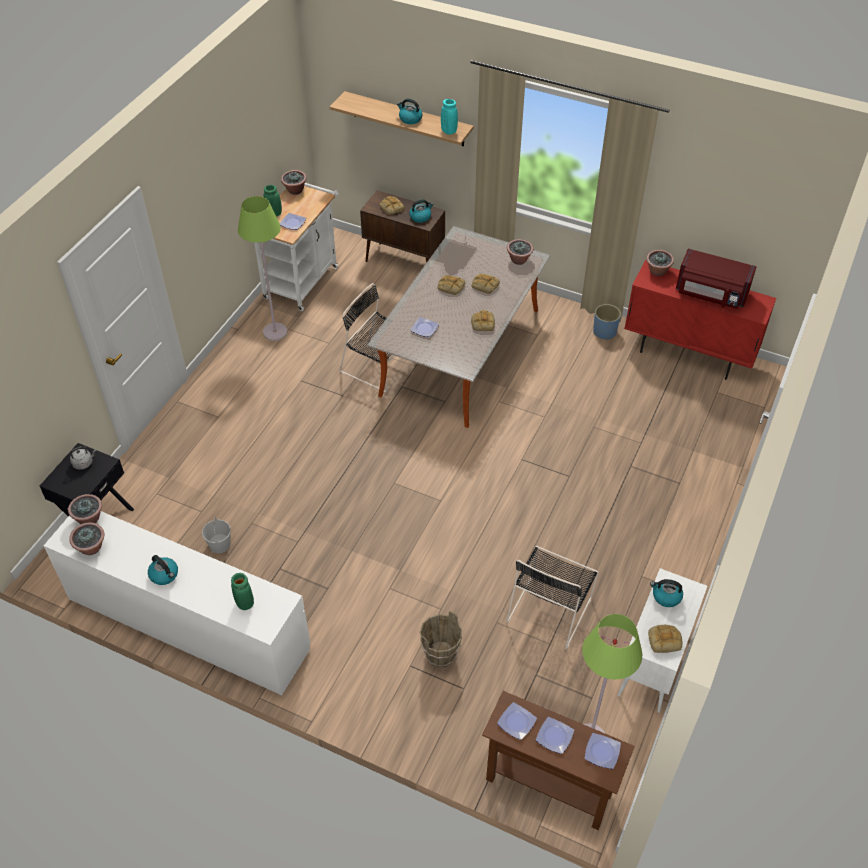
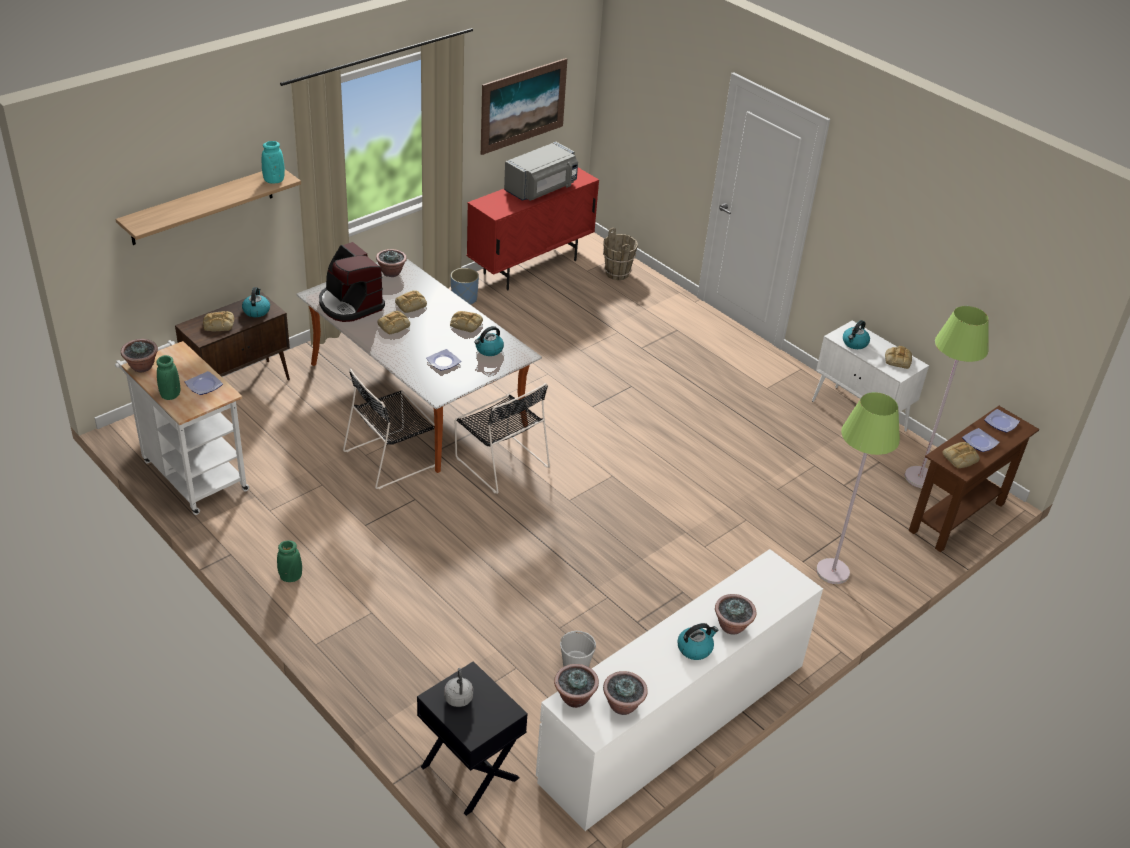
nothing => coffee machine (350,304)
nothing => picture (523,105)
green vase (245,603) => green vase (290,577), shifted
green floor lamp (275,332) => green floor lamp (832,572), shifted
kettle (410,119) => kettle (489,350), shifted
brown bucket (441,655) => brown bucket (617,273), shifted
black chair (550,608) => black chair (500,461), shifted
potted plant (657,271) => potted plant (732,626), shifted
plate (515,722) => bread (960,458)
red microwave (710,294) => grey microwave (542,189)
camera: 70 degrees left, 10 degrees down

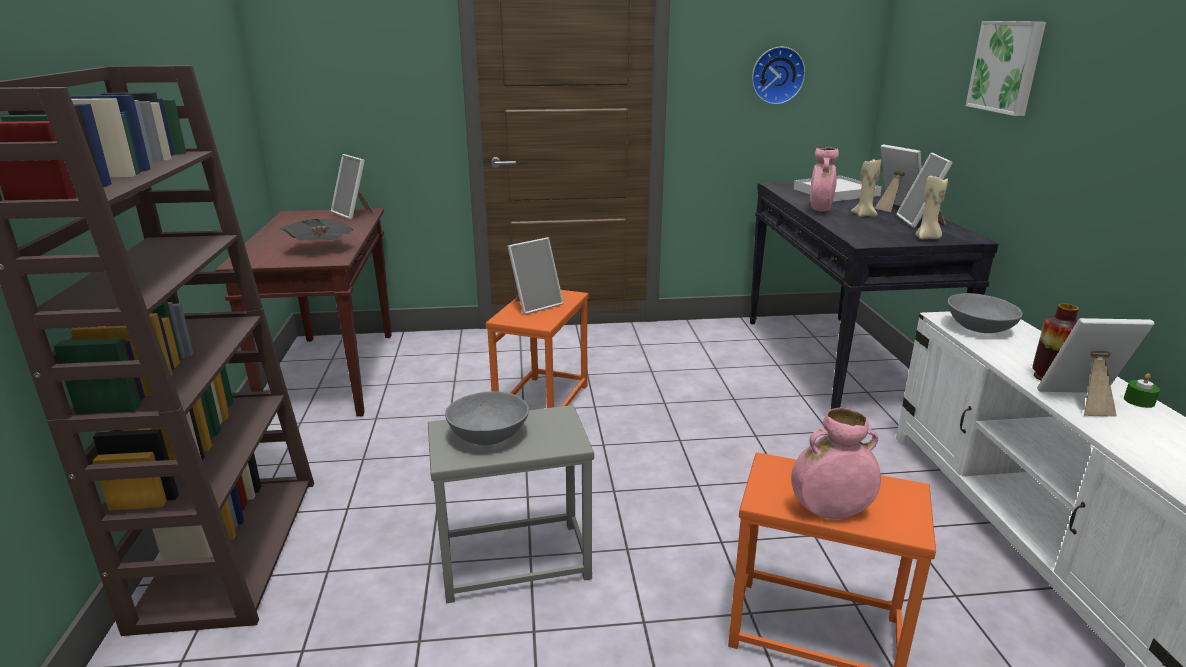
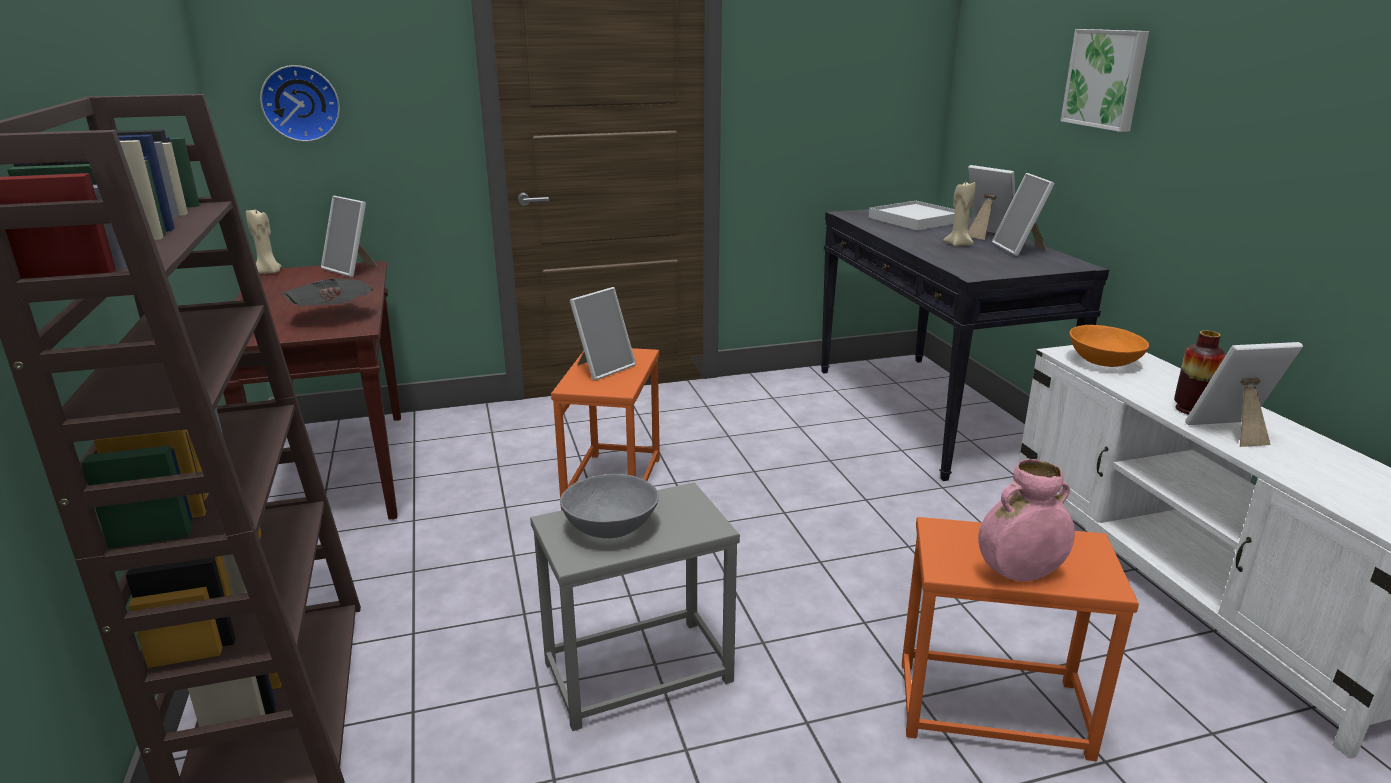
pink vase (820,210) => nothing
green candle (1139,401) => nothing
wall clock (776,75) => wall clock (301,103), shifted
beige candle (927,238) => beige candle (269,272), shifted
grey bowl (978,328) => orange bowl (1102,362)
camera: 10 degrees left, 0 degrees up

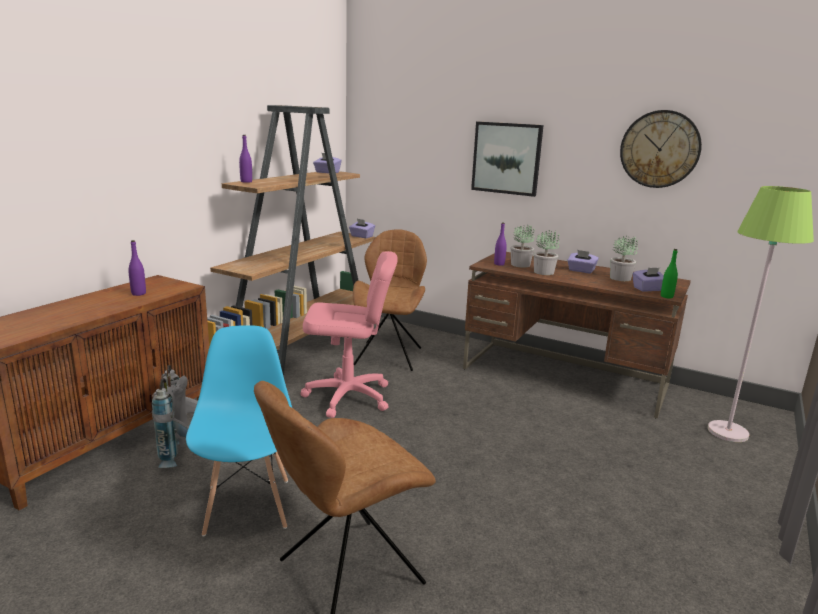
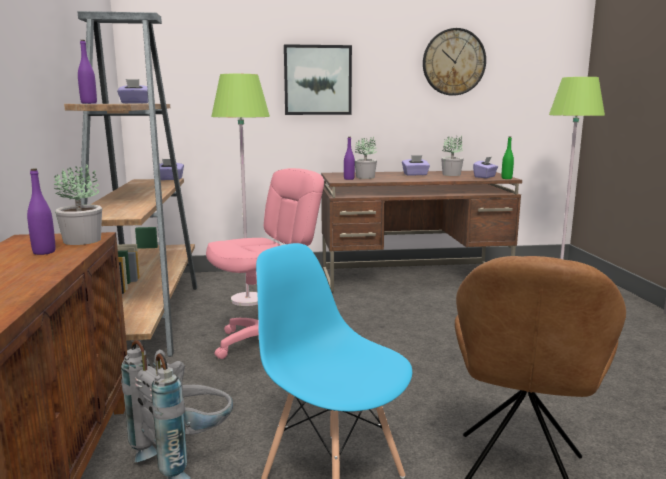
potted plant (544,272) => potted plant (83,240), shifted
brown chair (389,355) => green floor lamp (248,300)
camera: 35 degrees left, 5 degrees down

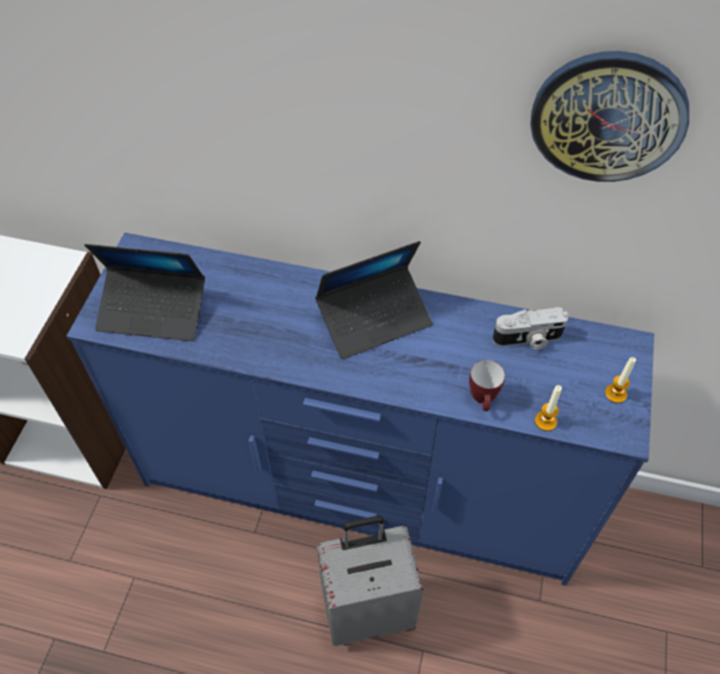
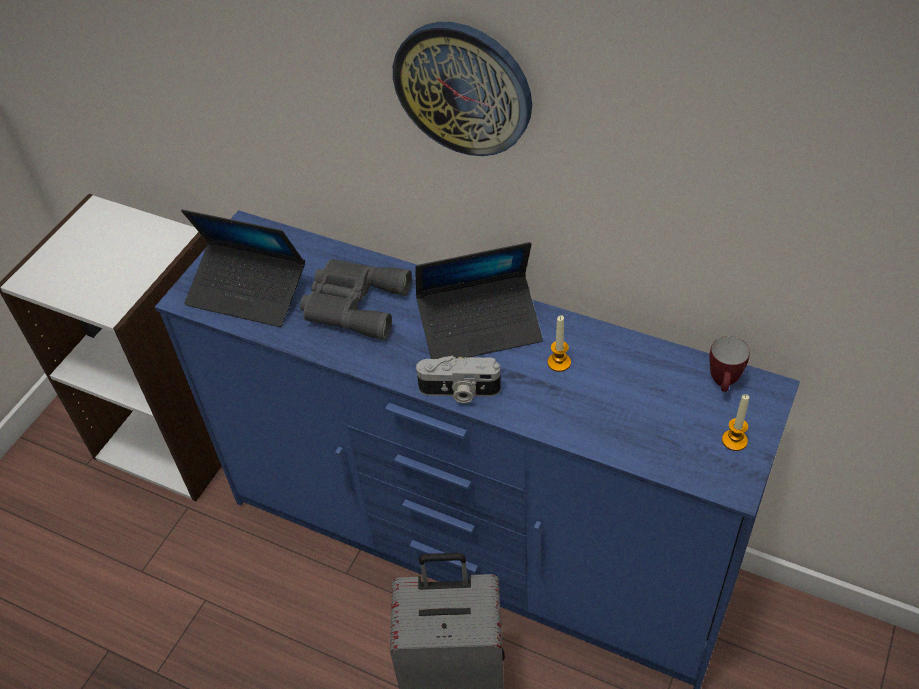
nothing => grey binoculars (353,303)
mug (483,401) => mug (724,384), shifted
photo camera (528,339) => photo camera (459,391), shifted
wall clock (608,117) => wall clock (463,88), shifted
candle (545,421) => candle (559,362), shifted
camera: 15 degrees right, 5 degrees down

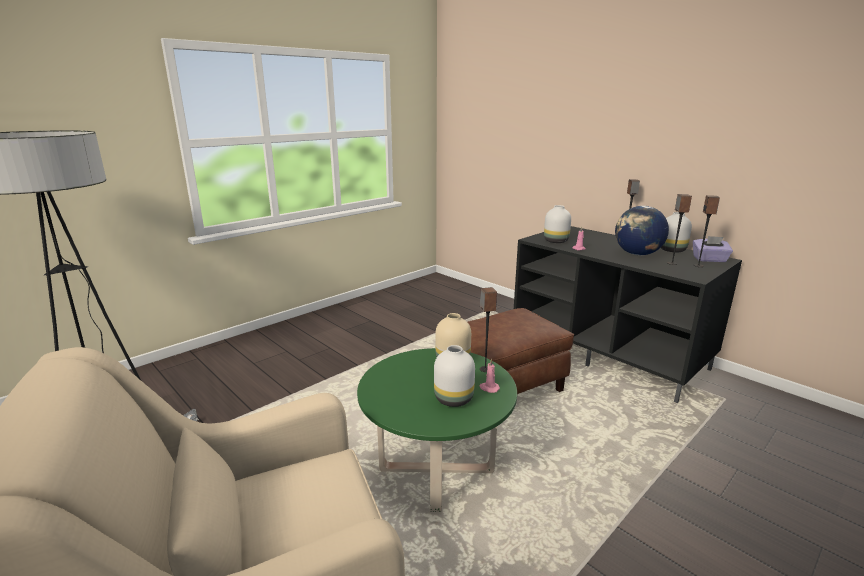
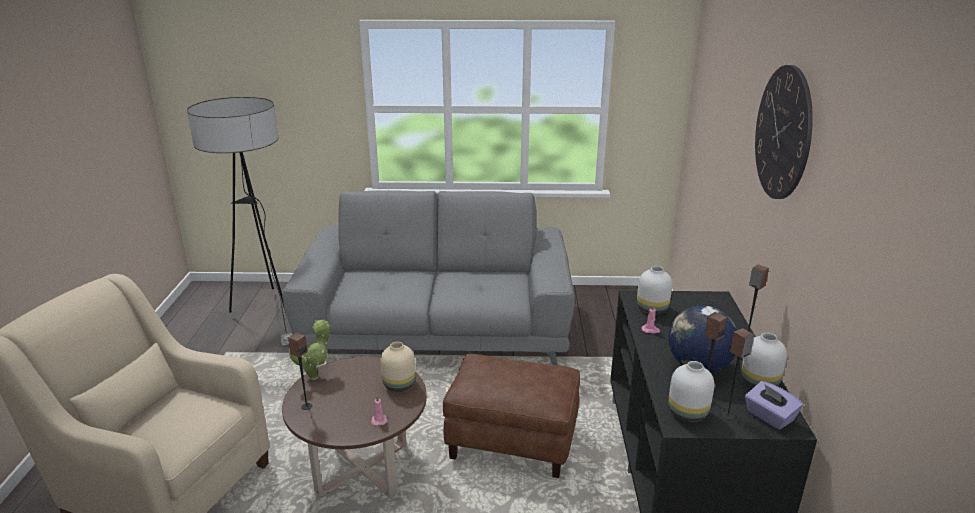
nothing => grey sofa (437,328)
nothing => potted plant (316,376)
nothing => wall clock (783,133)
white vase (454,399) => white vase (687,414), shifted
speaker (485,369) => speaker (306,406), shifted
green coffee table (436,470) => brown coffee table (362,469)
camera: 45 degrees right, 5 degrees up

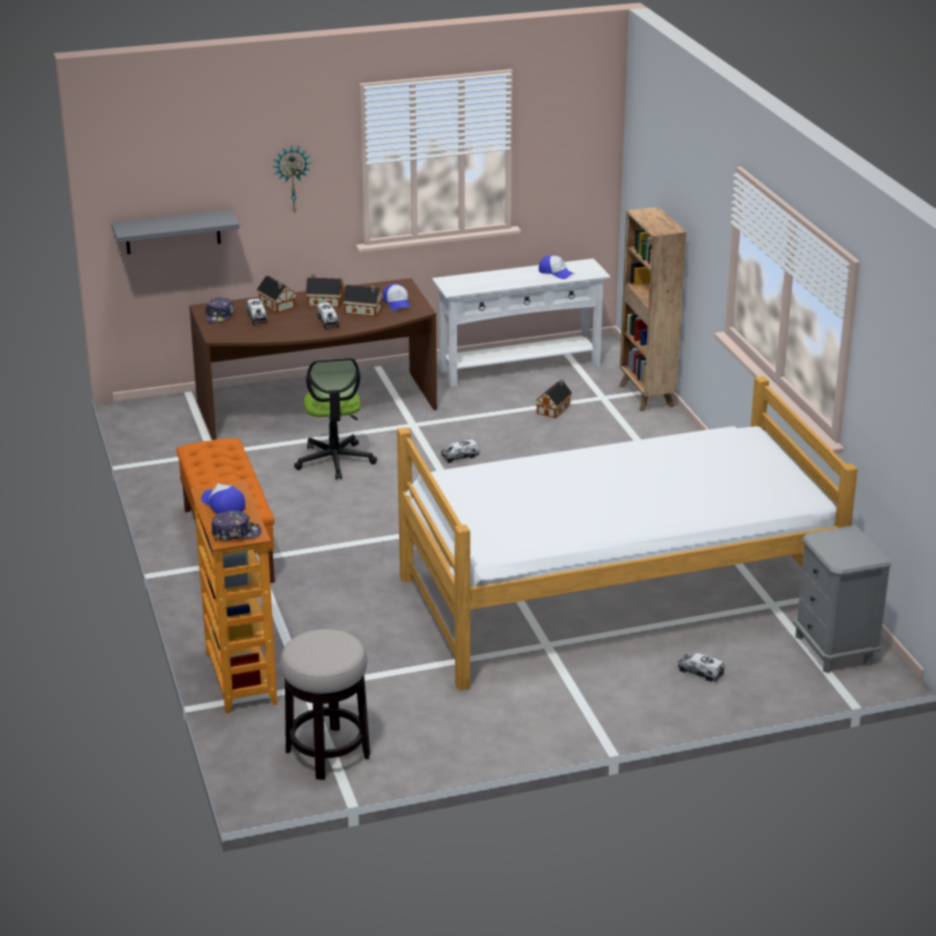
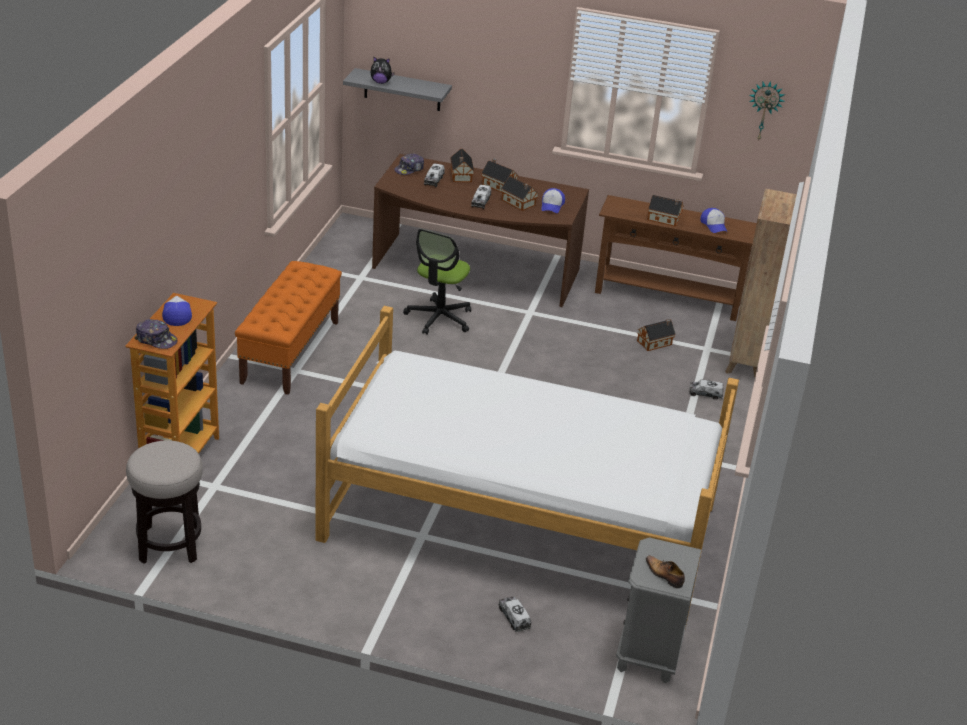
nothing => plush toy (381,82)
nothing => shoe (664,575)
nothing => toy house (665,219)
wall clock (292,178) => wall clock (764,110), shifted
toy truck (460,457) => toy truck (705,394), shifted
white console table (519,367) => brown console table (667,297)
camera: 30 degrees right, 5 degrees up

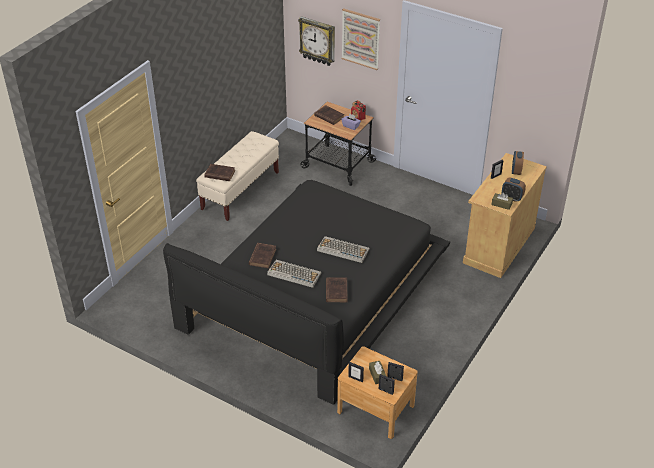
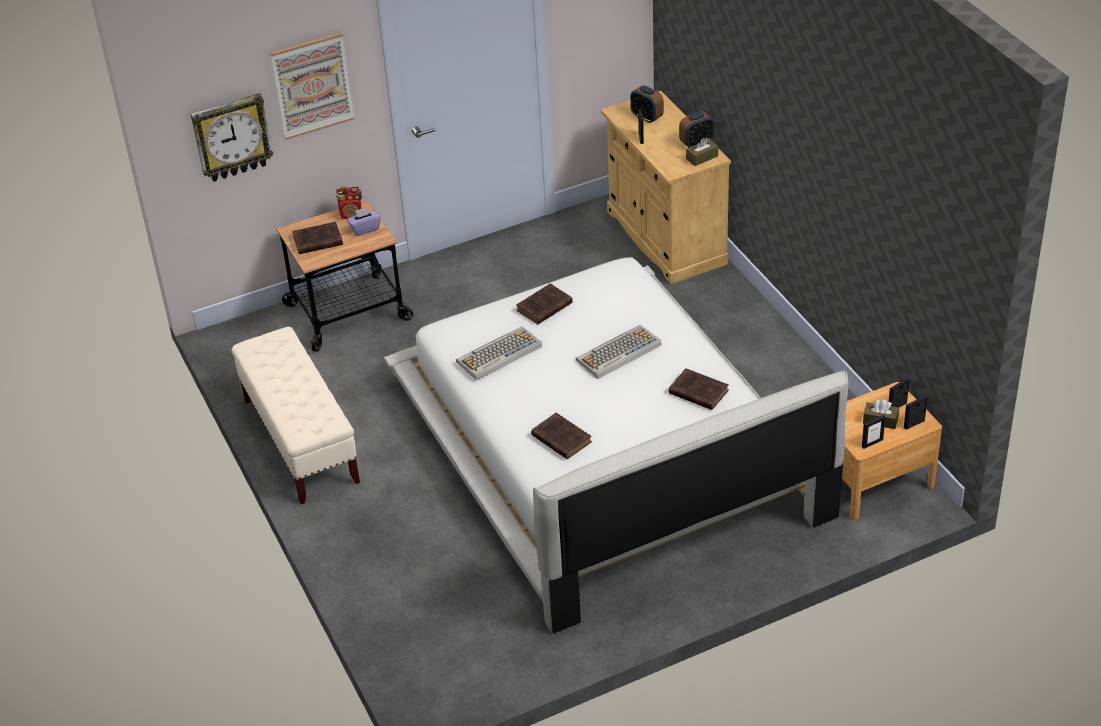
brown book (219,174) => brown book (543,307), shifted
keyboard (293,274) => keyboard (498,354), shifted
black bed (315,292) => white bed (605,449)
camera: 55 degrees left, 0 degrees up

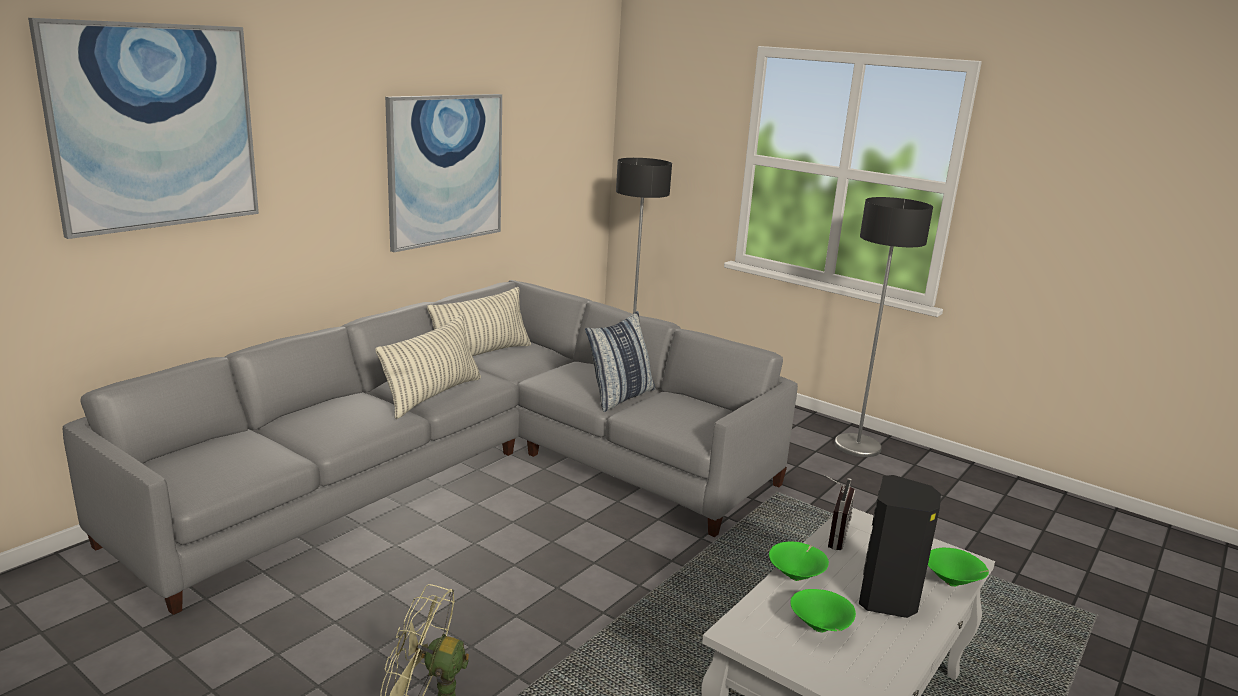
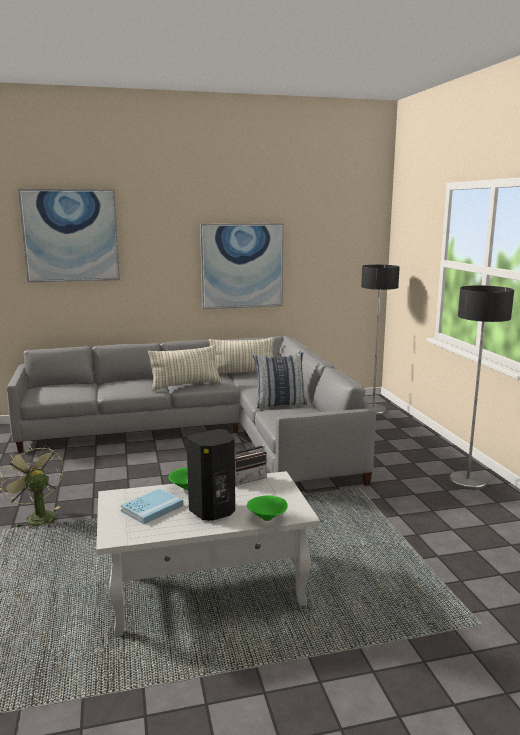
green bowl (820,629) => blue book (152,508)
camera: 40 degrees right, 5 degrees down

